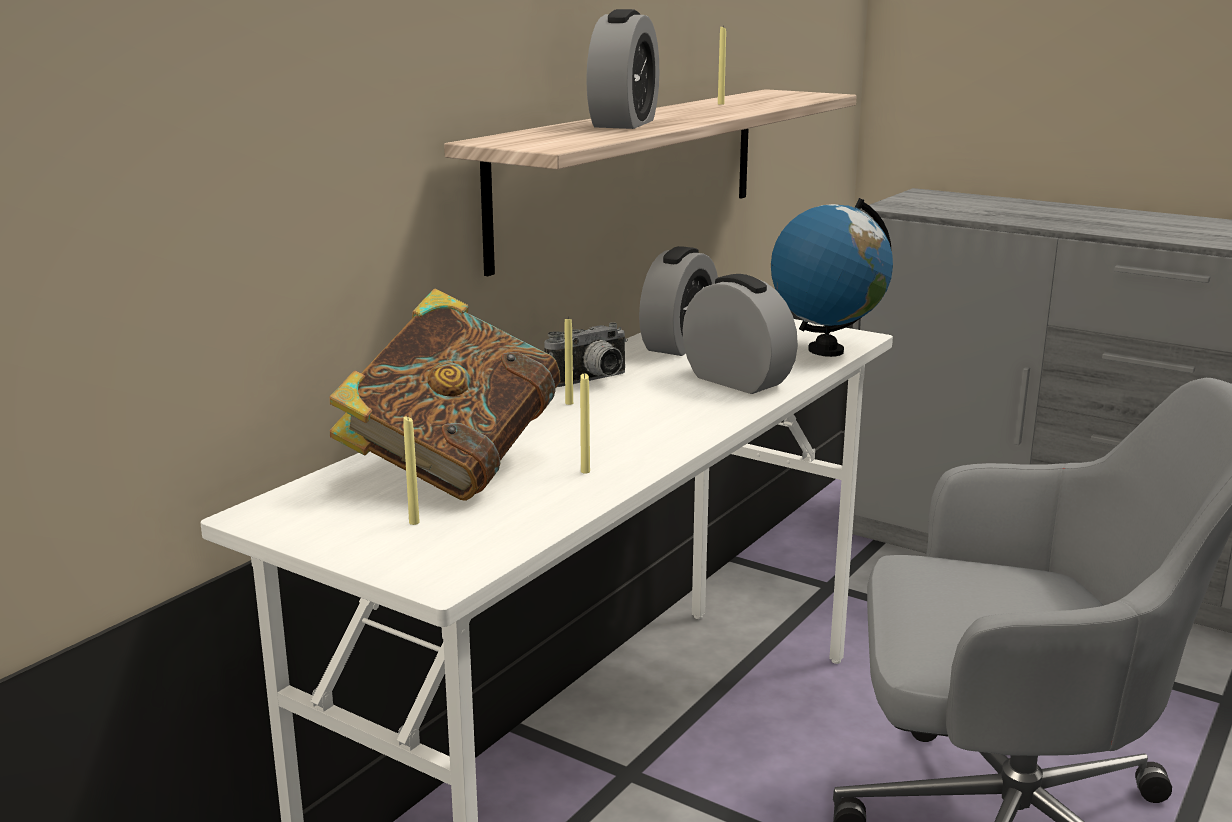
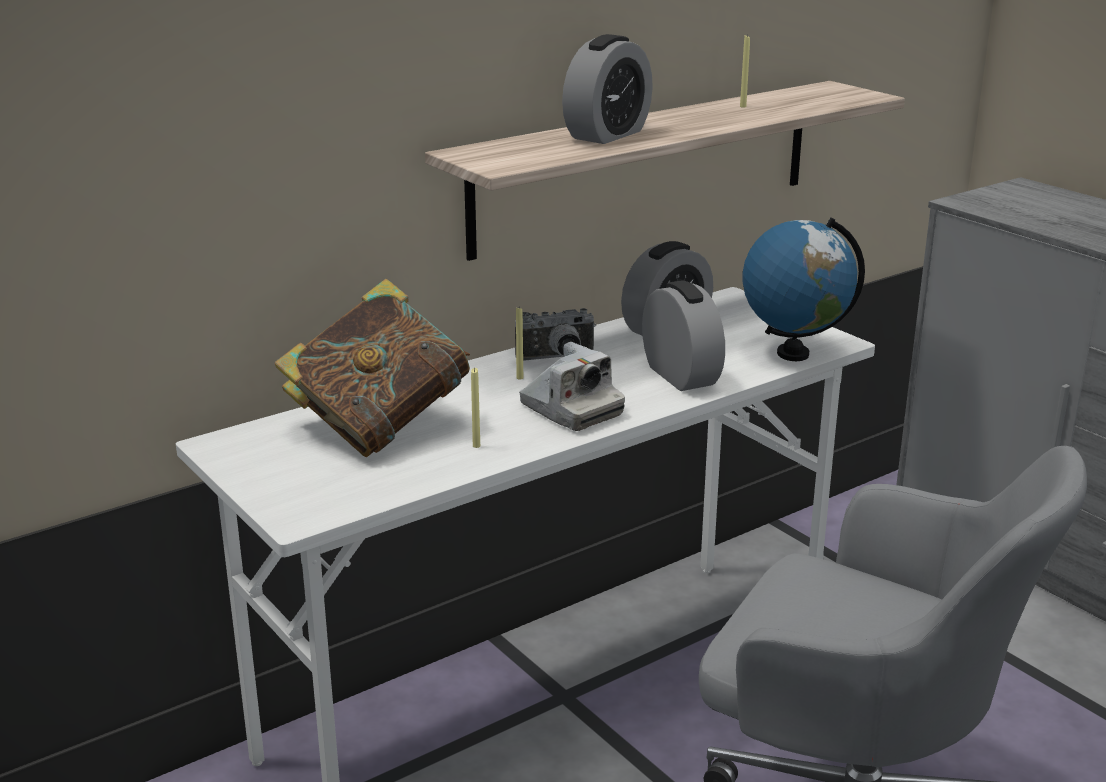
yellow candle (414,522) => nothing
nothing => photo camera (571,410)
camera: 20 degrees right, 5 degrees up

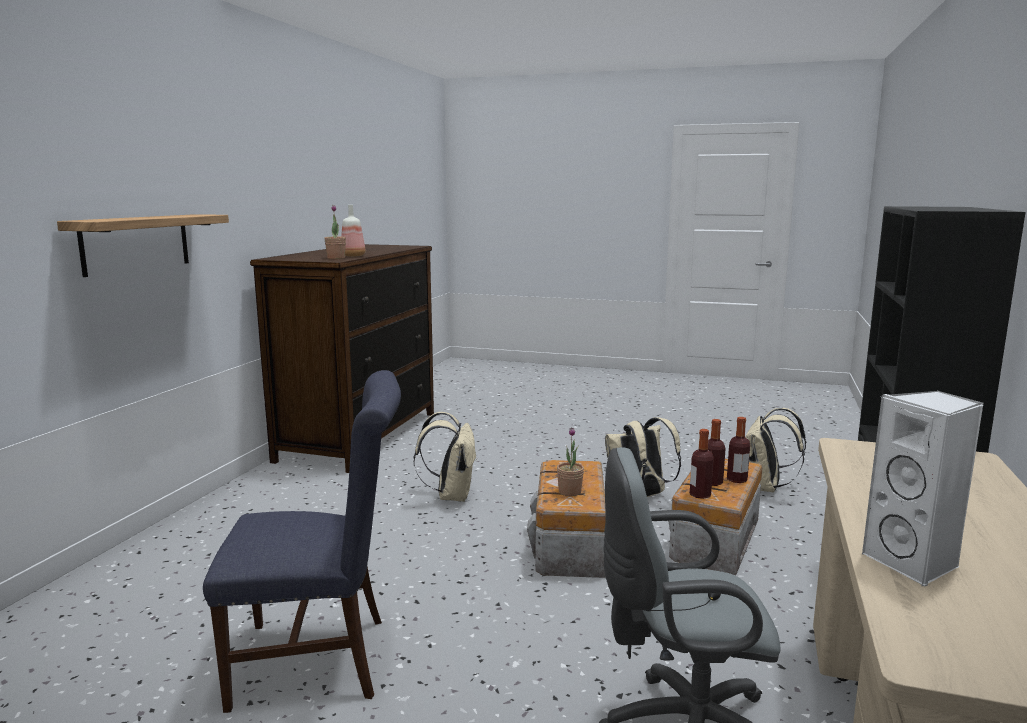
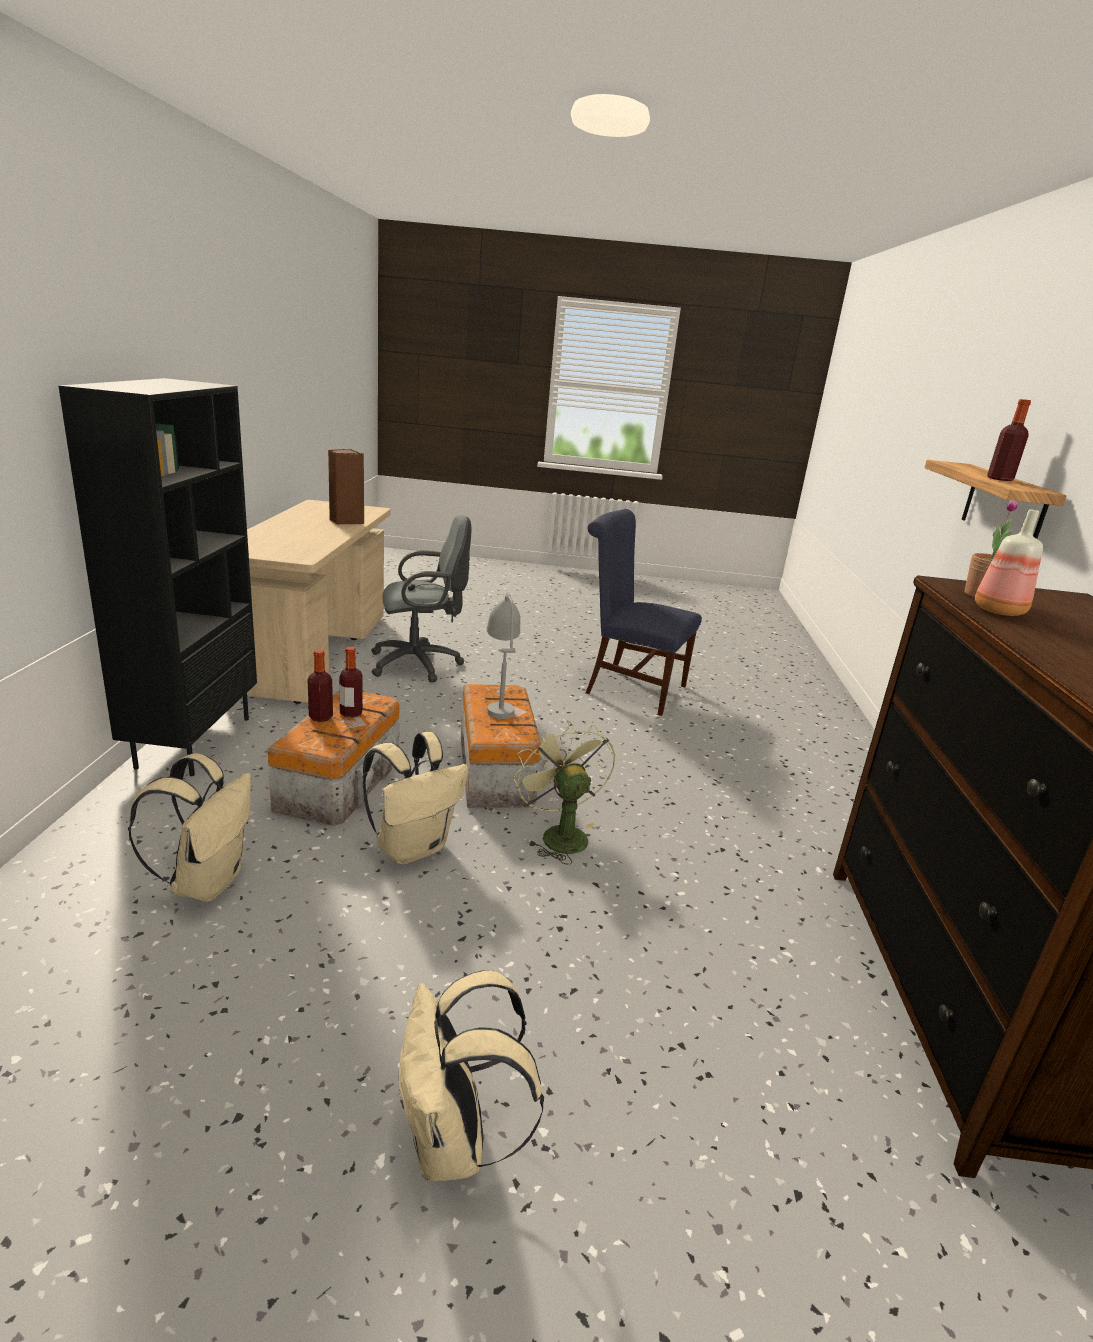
nothing => green fan (558,834)
beige backpack (451,496) => beige backpack (453,1143), shifted
bottle (700,495) => bottle (999,479), shifted
potted plant (569,492) => grey table lamp (499,699)
white speaker (914,564) => brown speaker (346,521)
blue chair (322,659) => blue chair (629,688), 45 degrees clockwise
camera: 165 degrees right, 10 degrees up

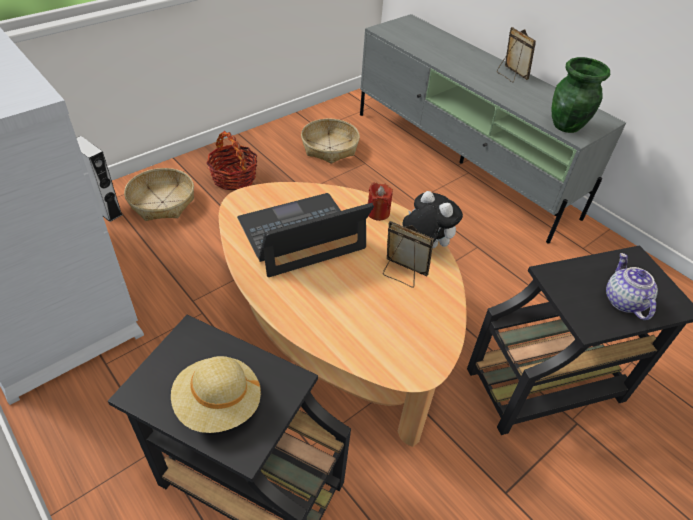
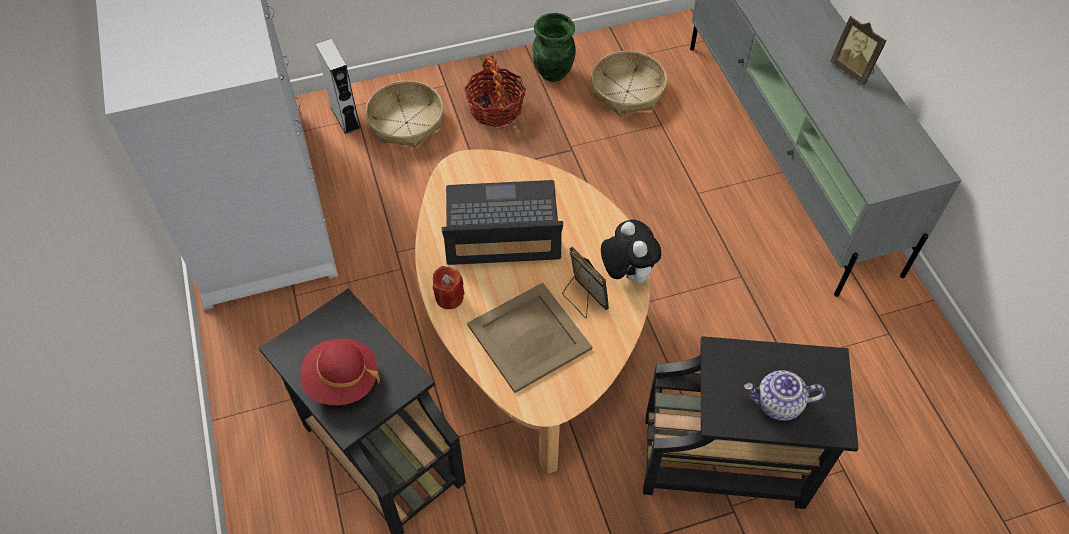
nothing => beige tray (529,336)
red candle (378,212) => red candle (449,297), shifted
green vase (566,126) => green vase (553,73), shifted
beige hat (218,404) => red hat (342,380)
picture frame (510,75) => picture frame (852,70), 150 degrees clockwise
teapot (623,301) => teapot (778,404), 105 degrees counterclockwise
camera: 25 degrees right, 10 degrees up

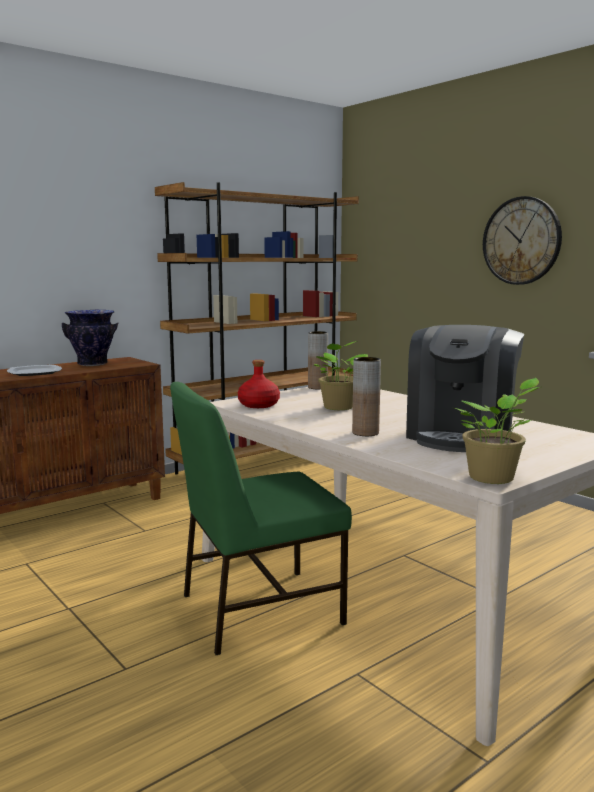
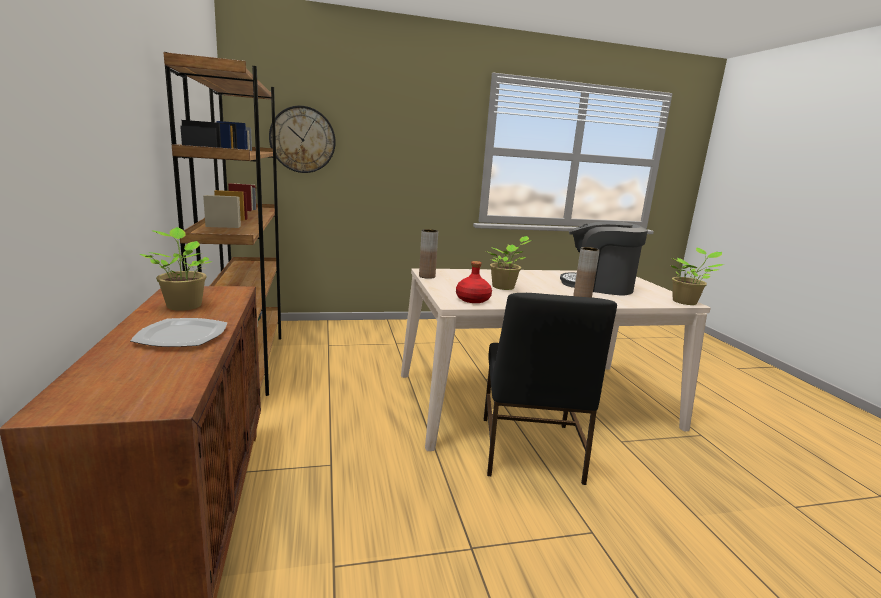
wall clock (521,241) => wall clock (302,140), shifted
vase (92,364) => potted plant (184,305)
green chair (258,609) => black chair (528,450)
coffee machine (461,435) => coffee machine (598,286), 150 degrees clockwise
camera: 65 degrees left, 5 degrees up

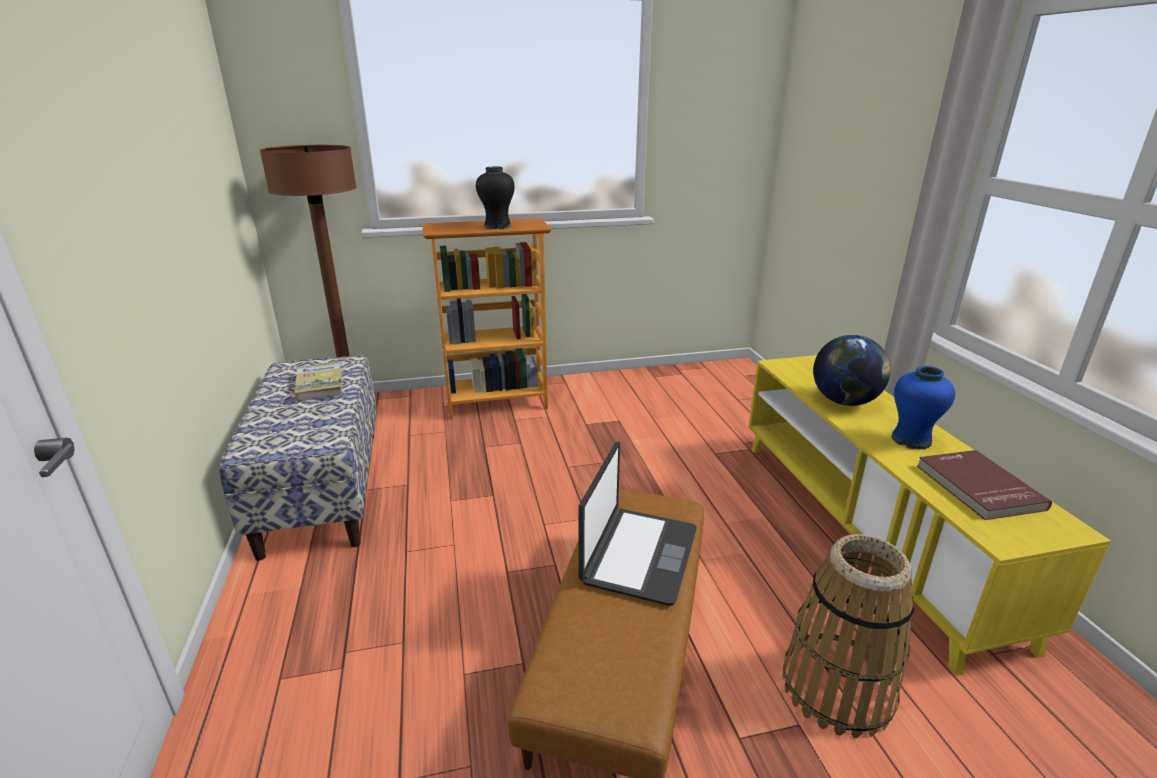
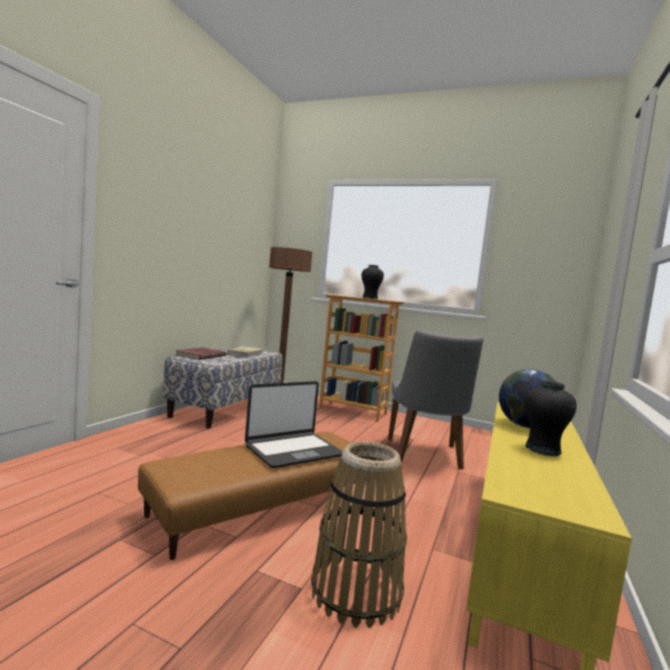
nothing => grey chair (425,456)
red book (977,487) => red book (200,355), shifted
blue vase (911,440) => black vase (543,450)
camera: 35 degrees right, 20 degrees down

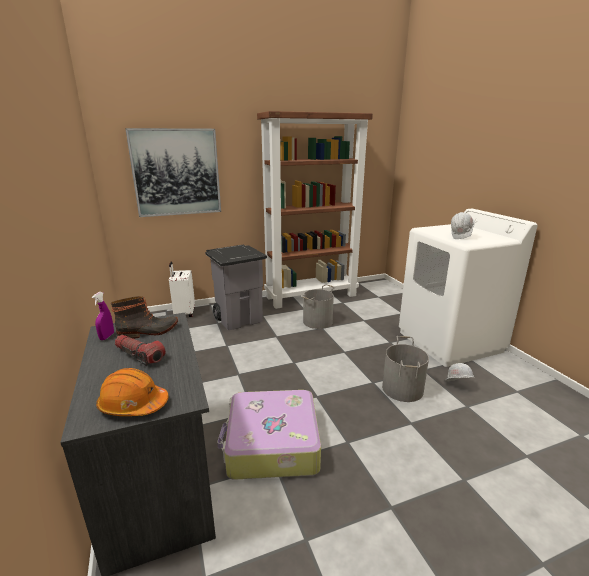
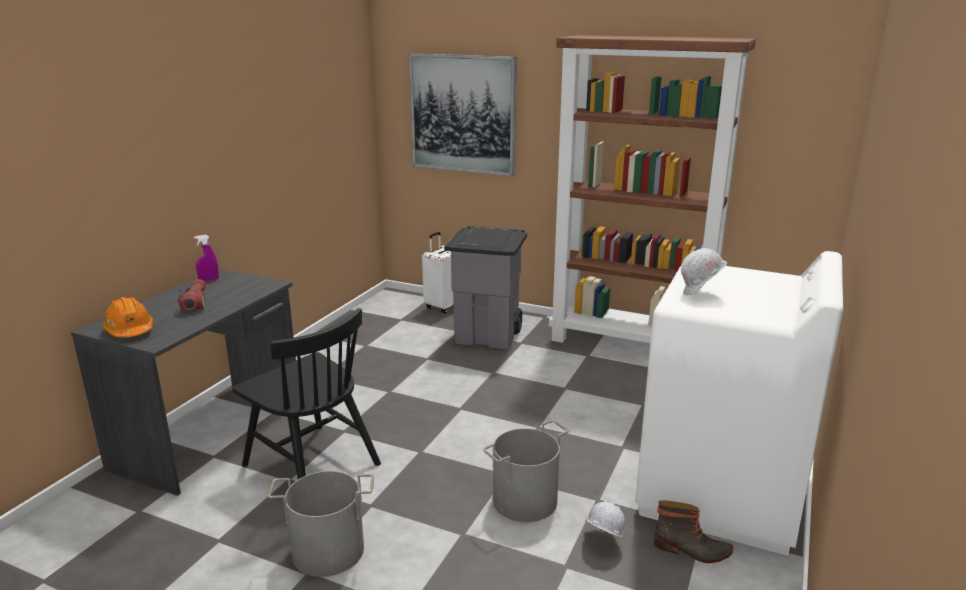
boot (149,332) => boot (692,550), shifted
grey bucket (318,322) => grey bucket (328,551), shifted
suitcase (271,444) => black chair (311,464)
camera: 45 degrees right, 0 degrees up

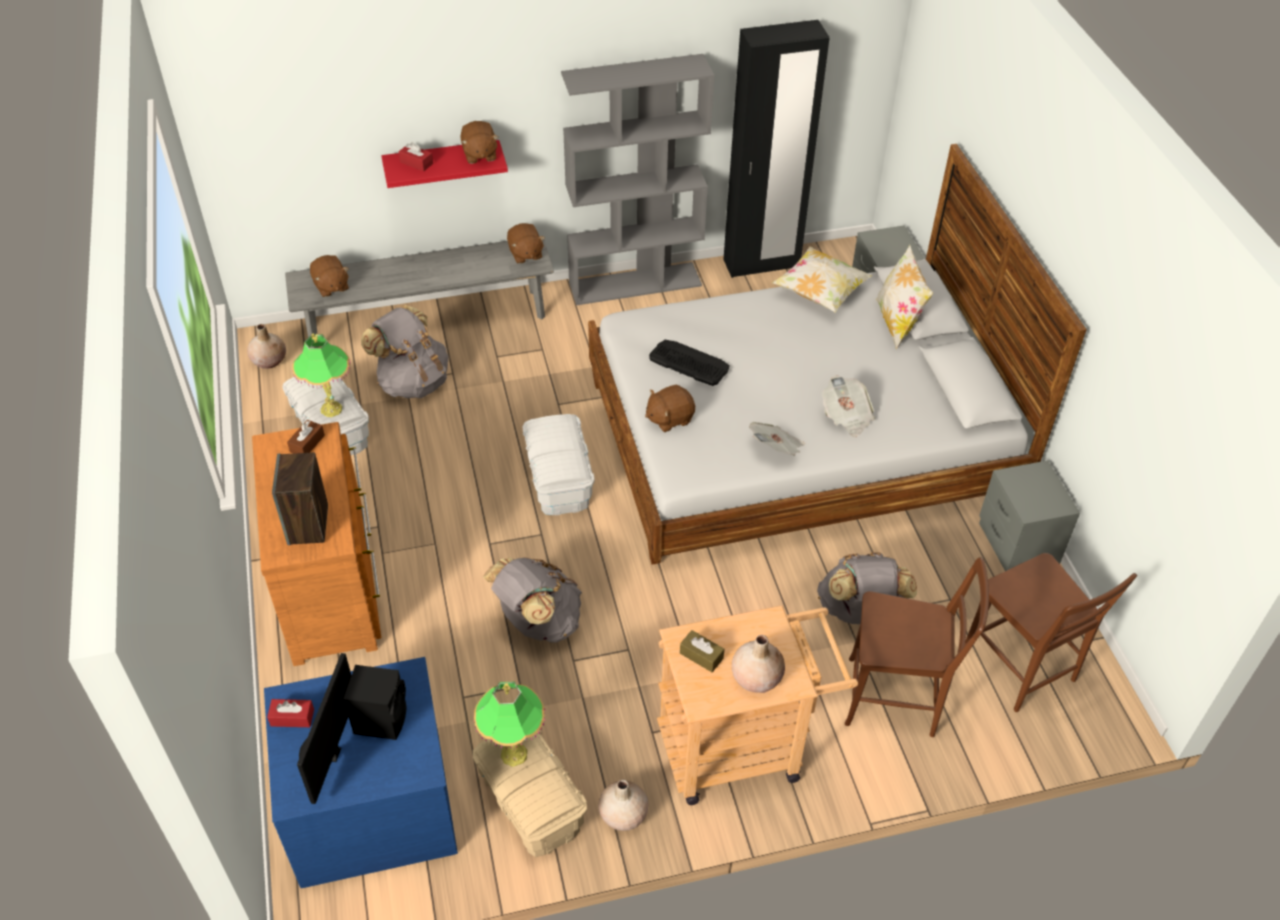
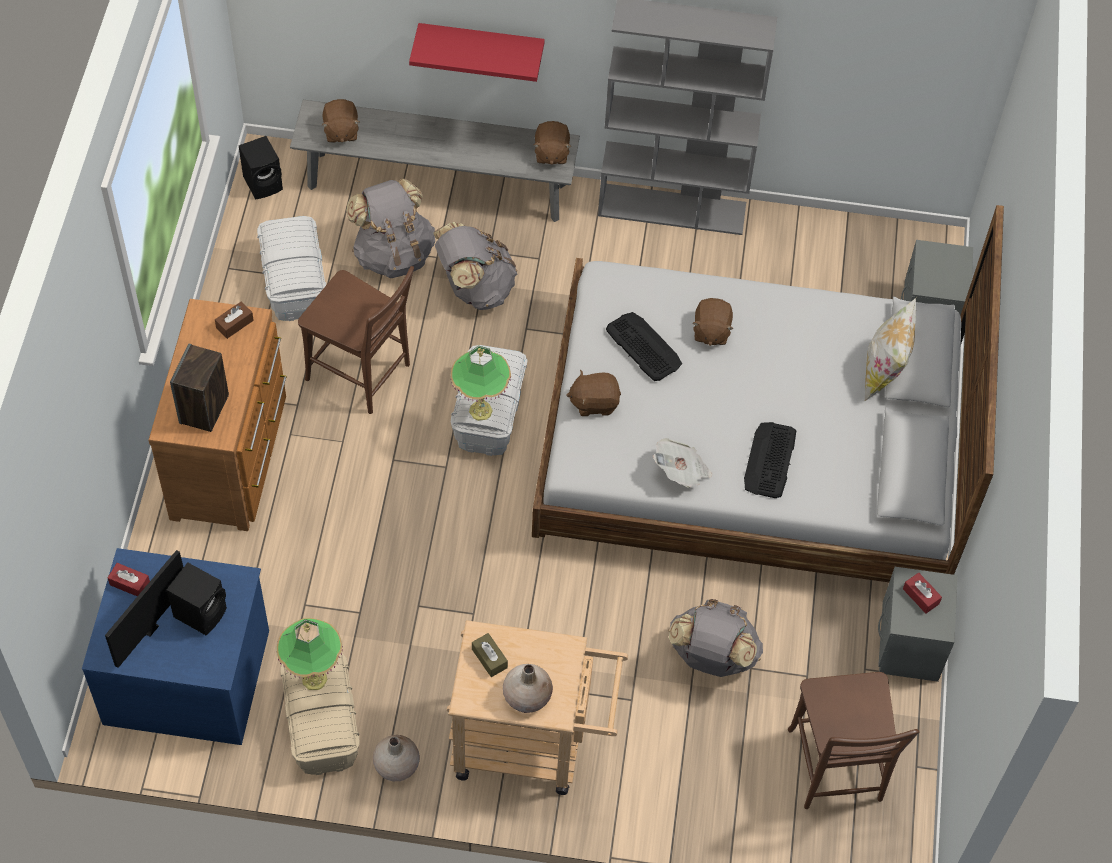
black wardrobe (761,264) => nothing
pillow (820,293) => nothing
table lamp (331,409) => table lamp (480,410), shifted
red tissue box (416,163) => red tissue box (920,596), shifted
brown plush toy (479,154) => brown plush toy (711,331), shifted
grey backpack (538,622) => grey backpack (474,288), shifted
brown chair (897,698) => brown chair (363,374), shifted
beige vase (269,361) => black speaker (264,183)
newspaper (846,417) => keyboard (770,460)
camera: 20 degrees right, 10 degrees up

